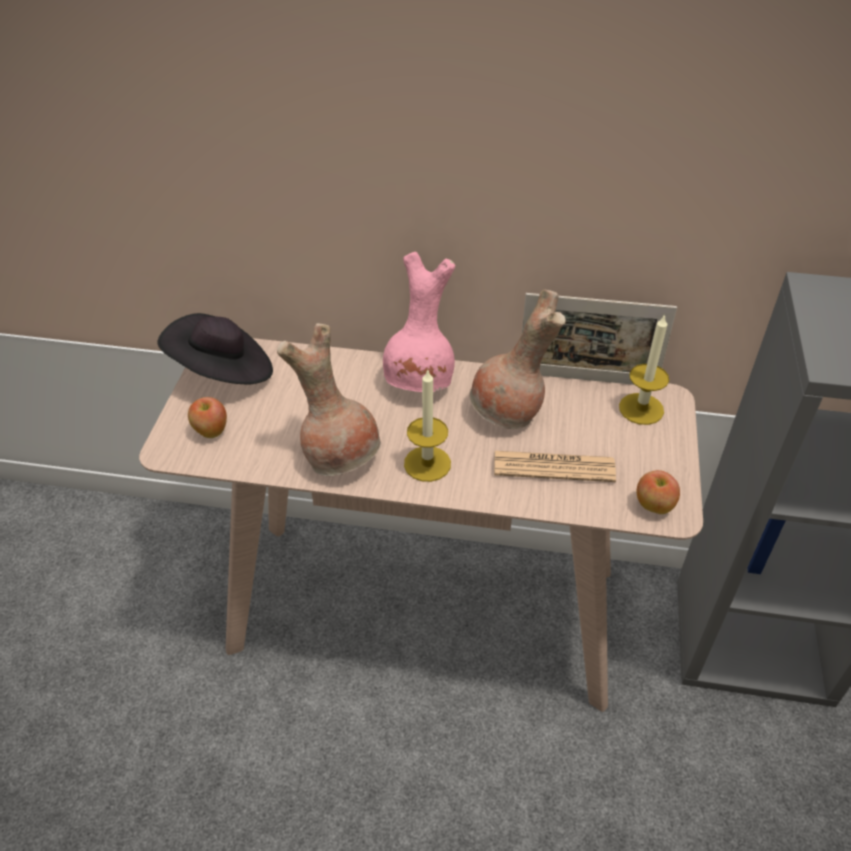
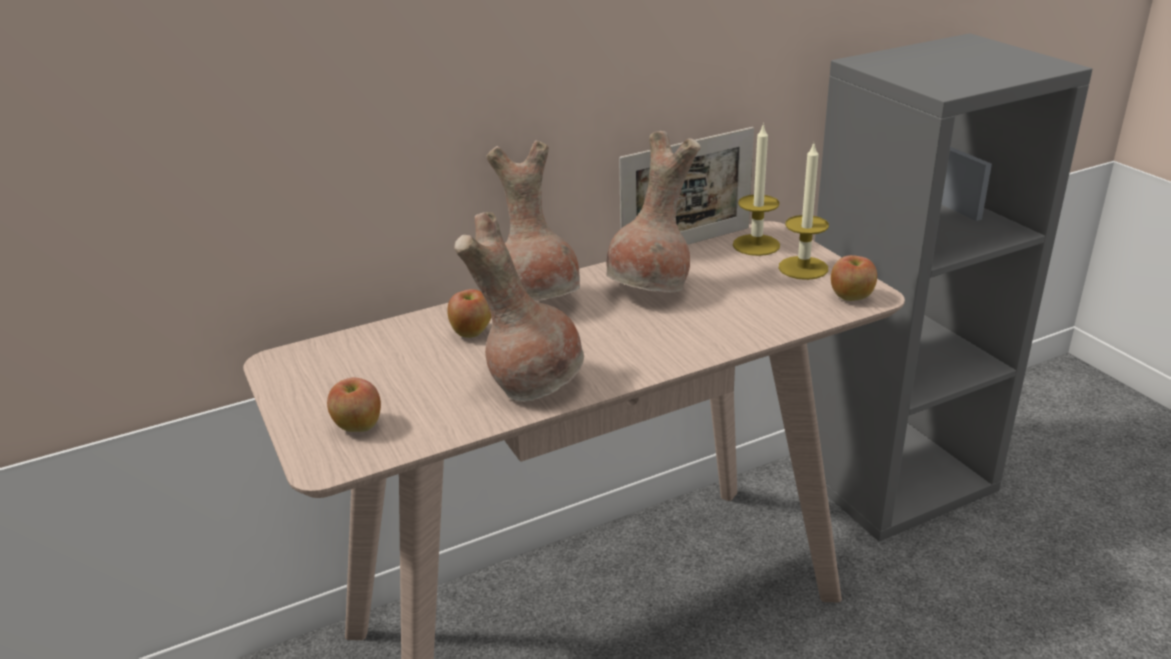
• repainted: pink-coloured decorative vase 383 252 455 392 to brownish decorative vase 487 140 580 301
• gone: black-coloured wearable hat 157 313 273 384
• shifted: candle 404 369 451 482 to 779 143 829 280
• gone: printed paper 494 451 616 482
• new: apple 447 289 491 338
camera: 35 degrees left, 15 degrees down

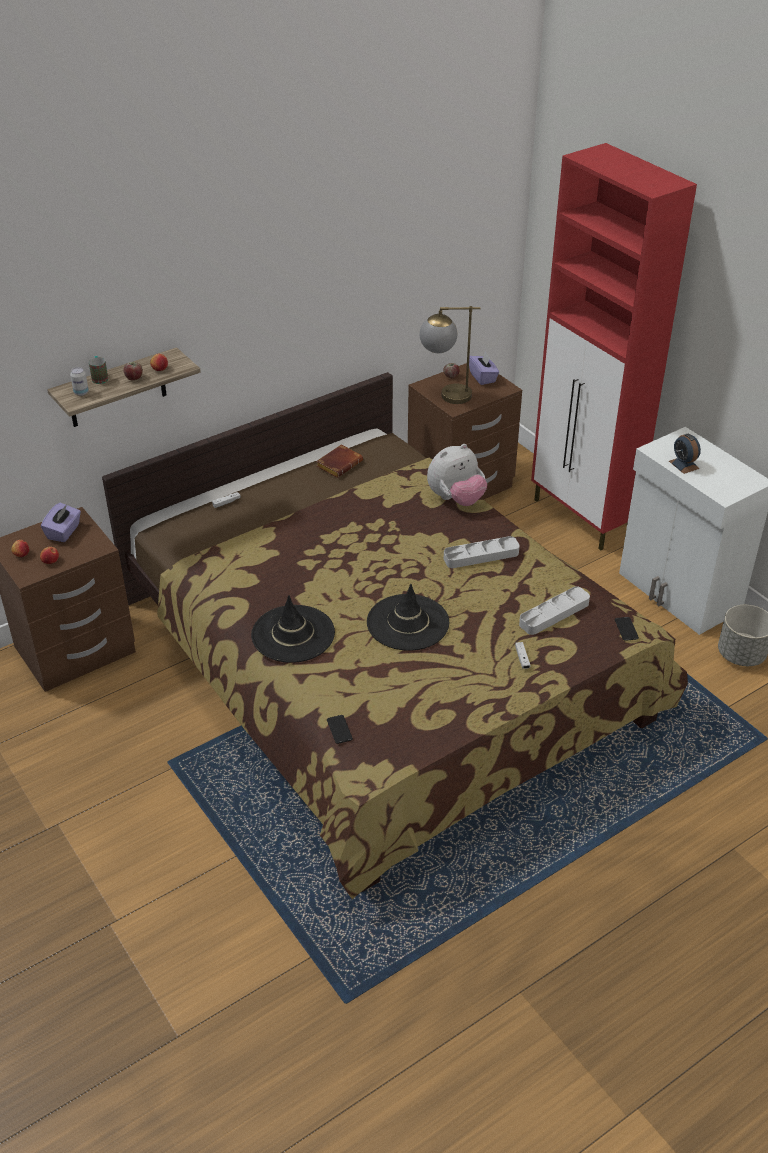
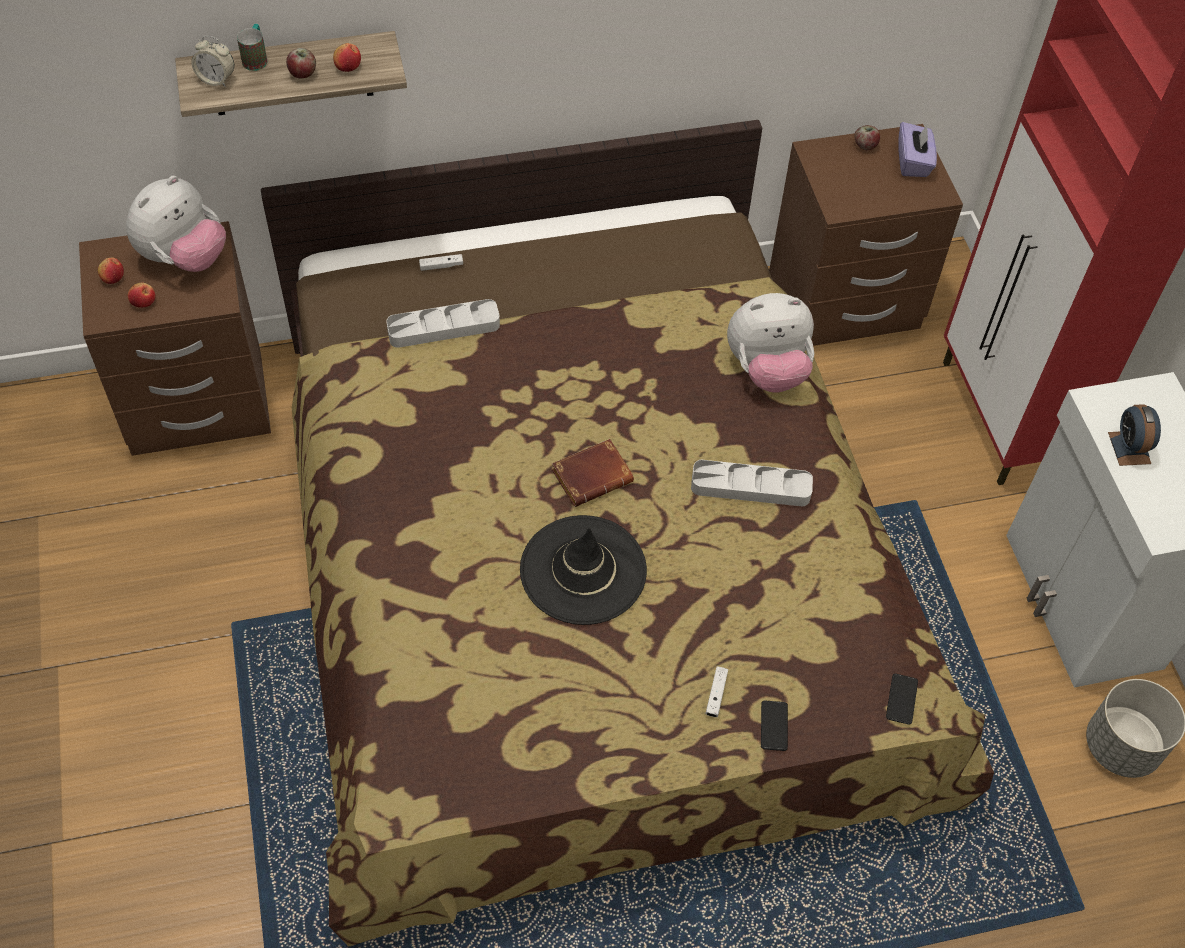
• gone: table lamp 420 306 480 404
• swapped: can 70 367 89 396 to alarm clock 191 36 234 87
• shifted: brownish book 316 444 363 478 to 551 439 634 507
• swapped: purple tissue box 41 503 81 542 to cuddly toy 126 175 226 272
• shifted: grey serving tray 519 586 590 635 to 386 299 500 348
• gone: black-coloured wearable hat 251 595 335 663
• shifted: telephone 327 715 353 744 to 761 700 788 751
camera: 20 degrees right, 15 degrees up

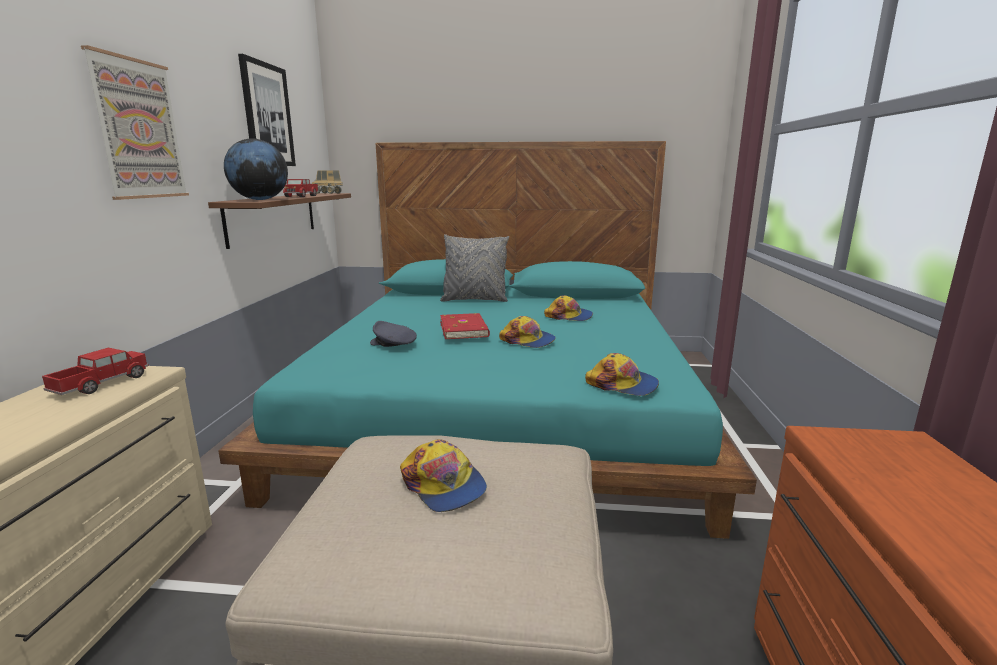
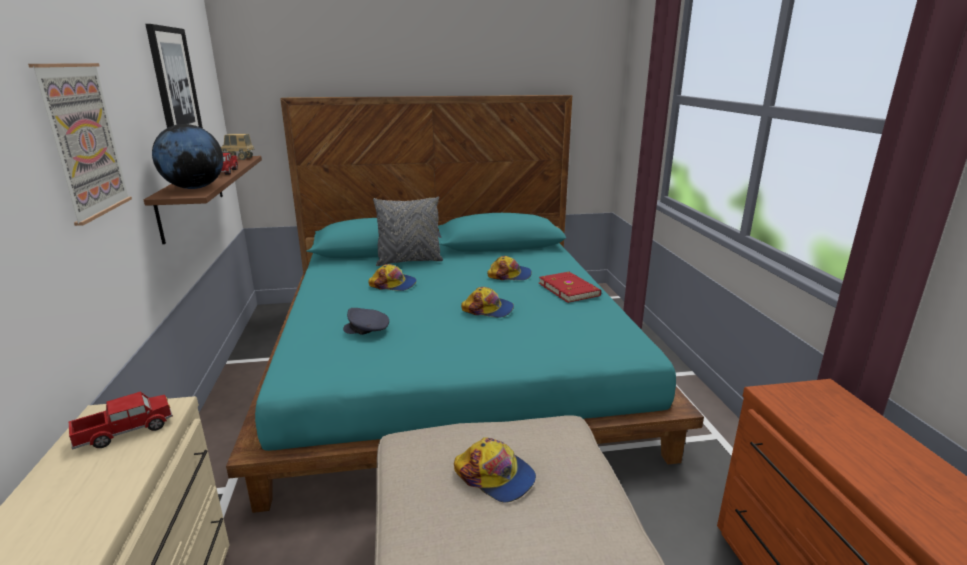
• shifted: red-coloured book 440 313 490 339 to 539 272 601 303
• rotated: model truck 42 348 149 395 = 69 391 173 450 45 degrees clockwise
• shifted: baseball cap 585 353 659 396 to 368 264 417 291
camera: 15 degrees left, 5 degrees up

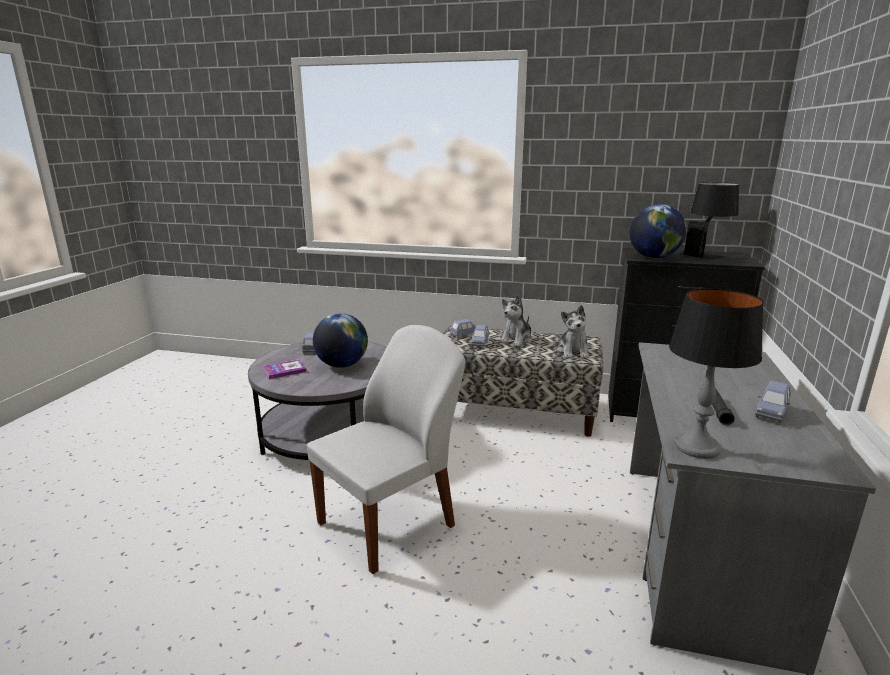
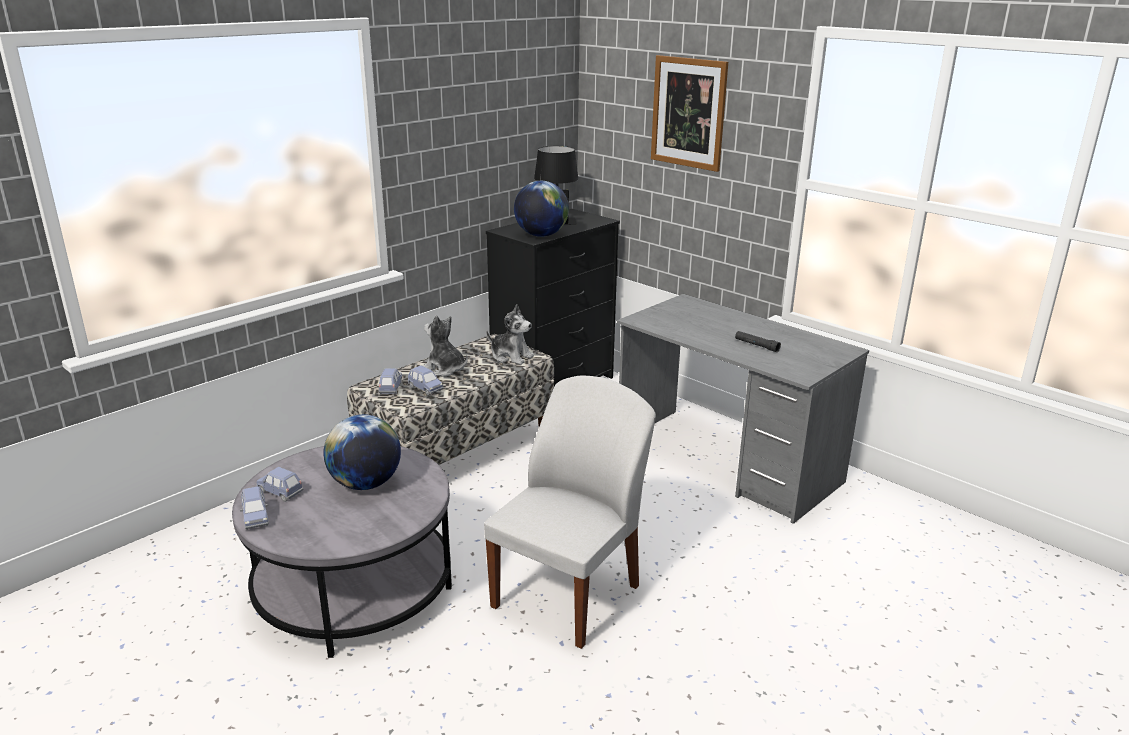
• gone: table lamp 669 289 764 459
• rotated: cuddly toy 499 296 532 347 = 423 315 468 377 150 degrees clockwise
• rotated: whitish plain chair 307 325 465 574 = 484 376 656 649 45 degrees clockwise
• gone: book 263 359 306 379
• shifted: blue toy car 755 381 791 423 to 240 486 269 530
• new: wall picture 651 55 728 172
camera: 60 degrees left, 5 degrees up

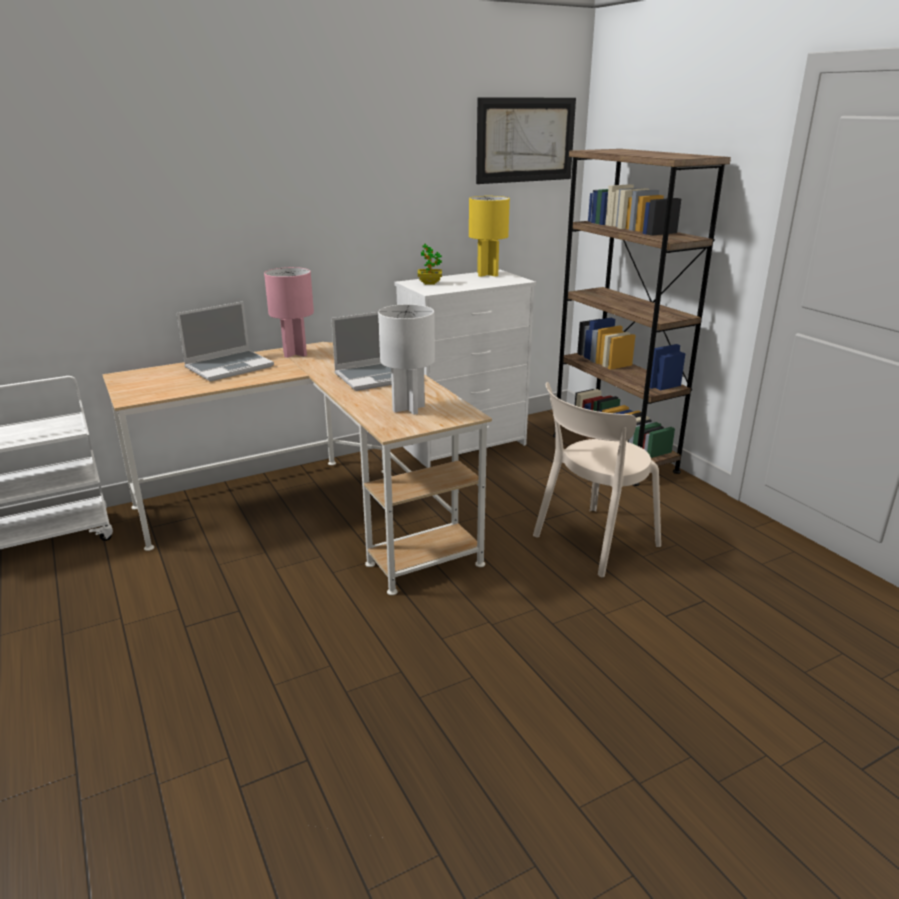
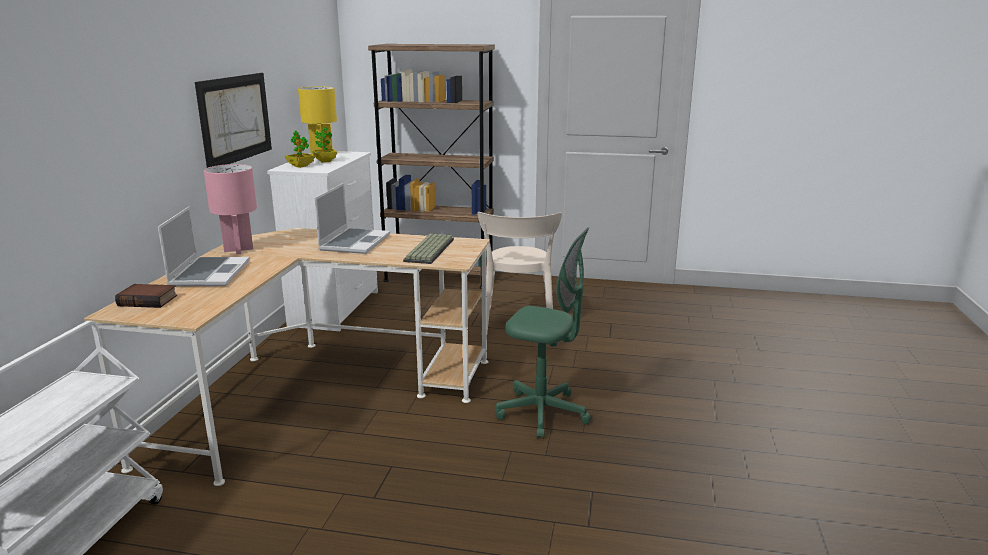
• shifted: wall picture 476 97 576 184 to 195 73 272 168
• swapped: whitish table lamp 378 304 435 415 to PC keyboard 403 234 454 264
• new: plant in a pot 312 127 337 163
• new: green-coloured desk chair 496 228 591 439
• new: book 115 284 177 308
camera: 50 degrees left, 5 degrees down

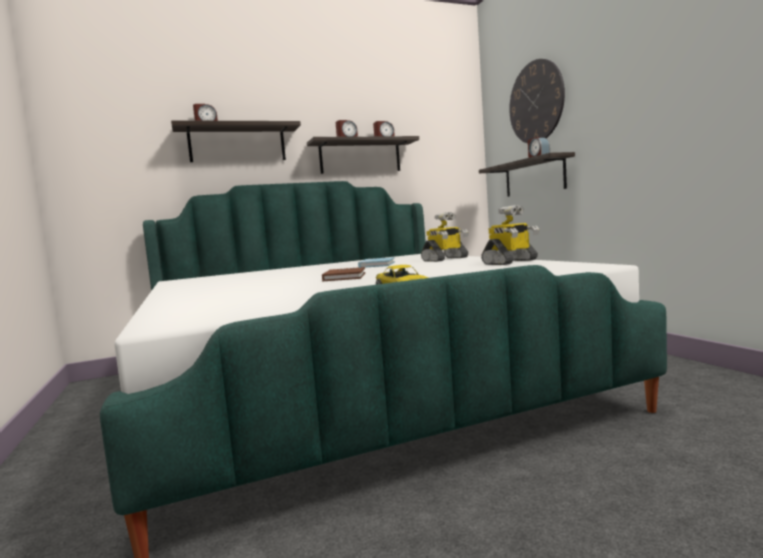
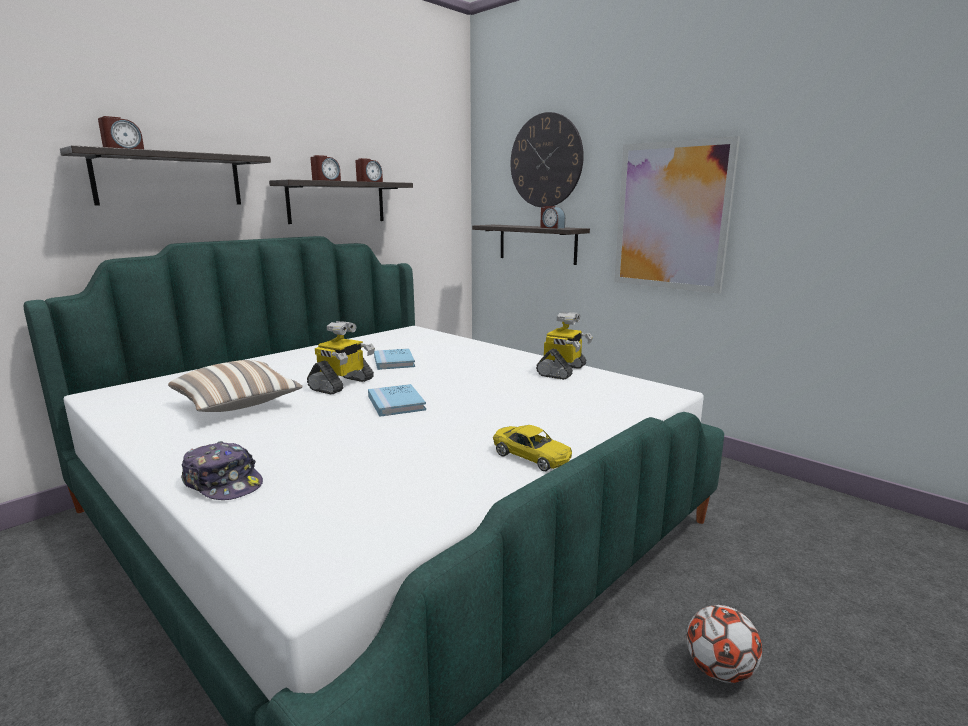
• shifted: model robot 421 212 469 262 to 307 321 375 394
• repainted: brownish book 322 267 365 282 to blue book 368 384 426 417
• new: wall picture 614 136 740 294
• new: throw pillow 168 360 303 412
• new: baseball cap 181 441 263 500
• new: football ball 686 605 762 683
camera: 25 degrees left, 10 degrees up

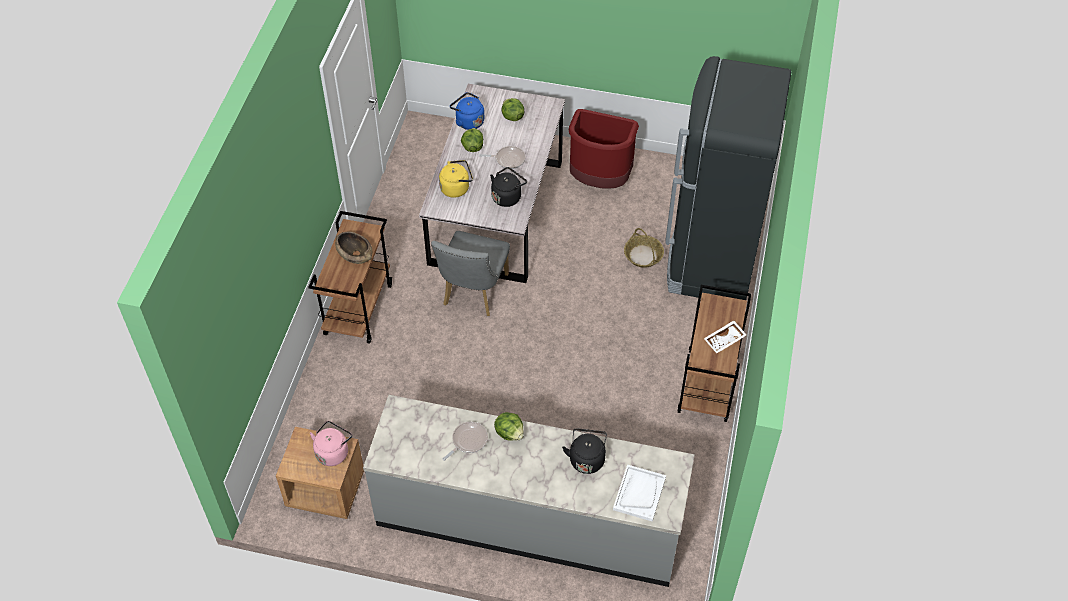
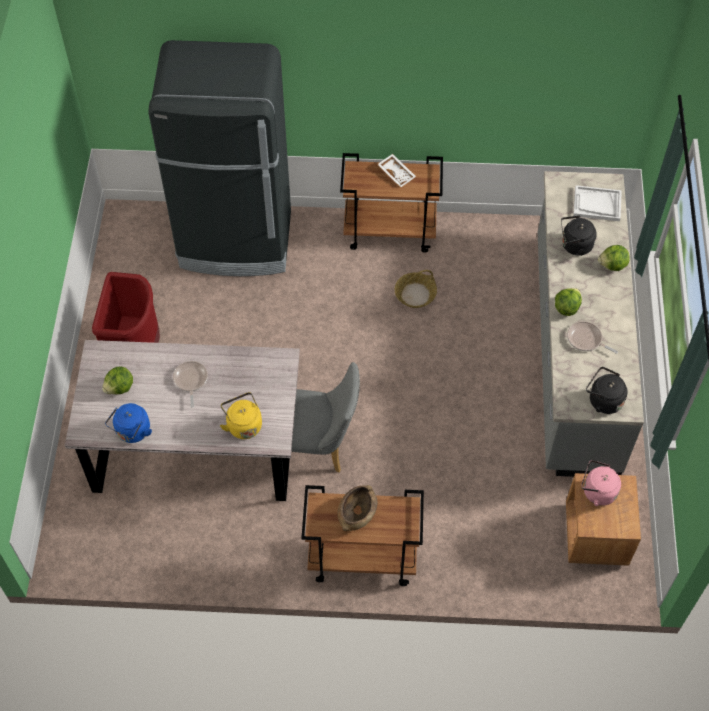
• shifted: lettuce 461 128 483 152 to 598 245 630 271
• shifted: black-coloured kettle 490 167 527 207 to 586 367 628 414
• shifted: basket 624 228 664 268 to 395 270 437 308
camera: 100 degrees left, 5 degrees up

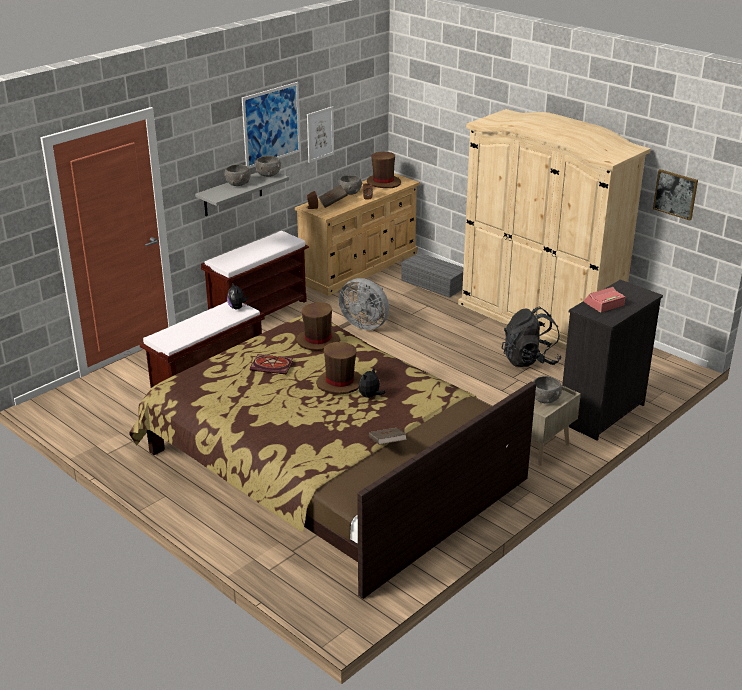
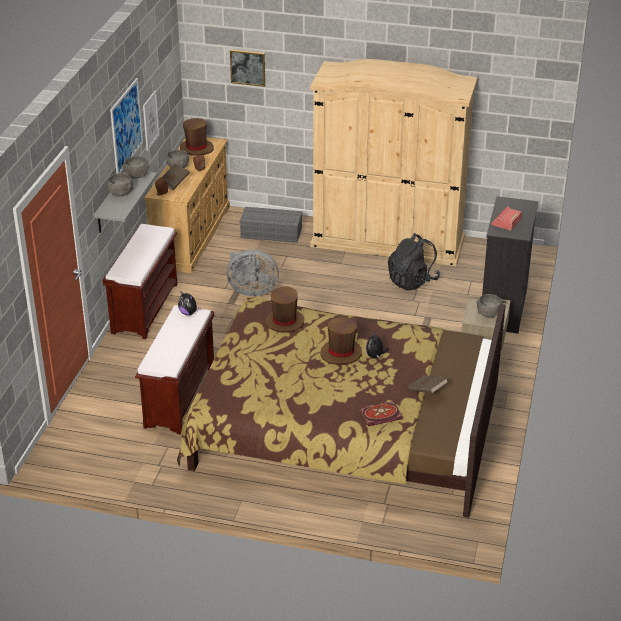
• shifted: wall picture 653 169 698 220 to 230 50 265 87
• shifted: book 250 354 293 374 to 360 401 403 426
camera: 30 degrees left, 5 degrees up

